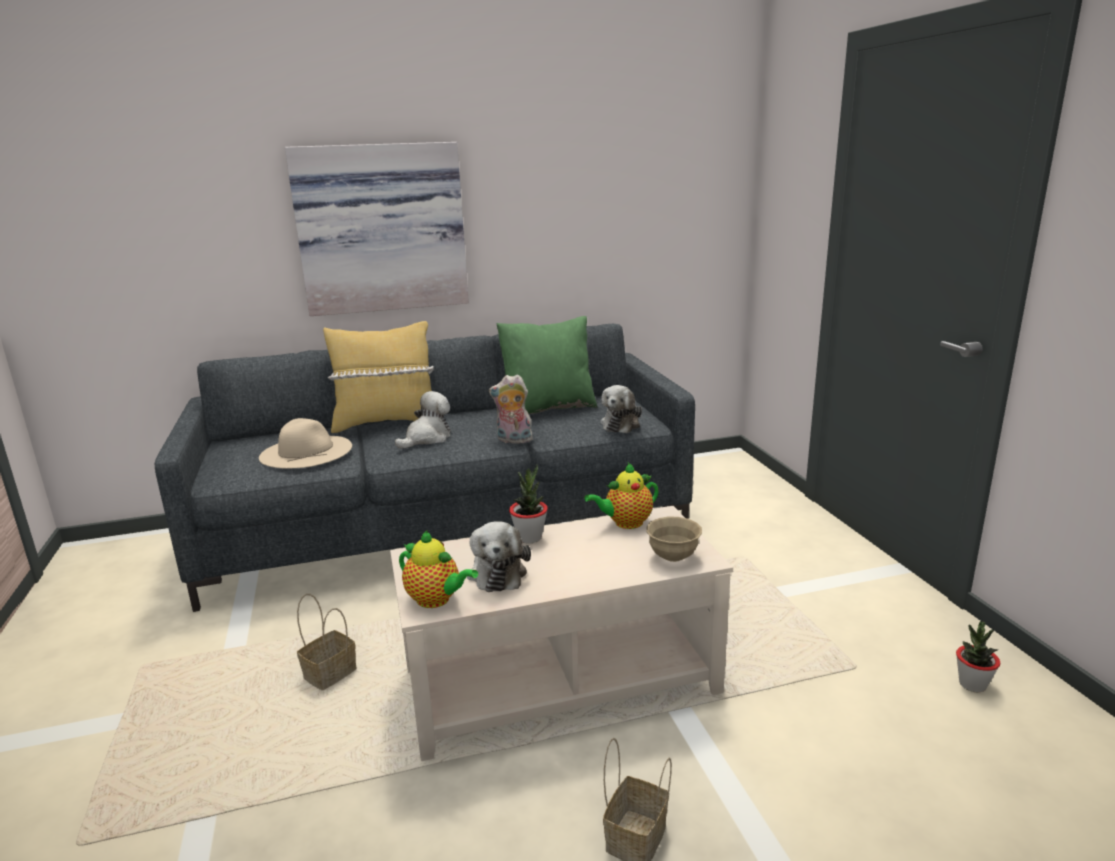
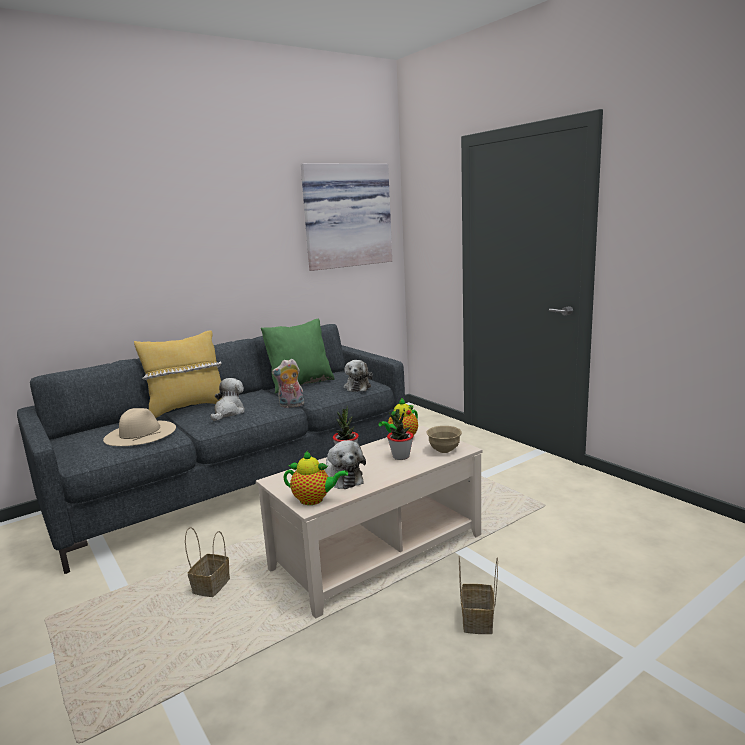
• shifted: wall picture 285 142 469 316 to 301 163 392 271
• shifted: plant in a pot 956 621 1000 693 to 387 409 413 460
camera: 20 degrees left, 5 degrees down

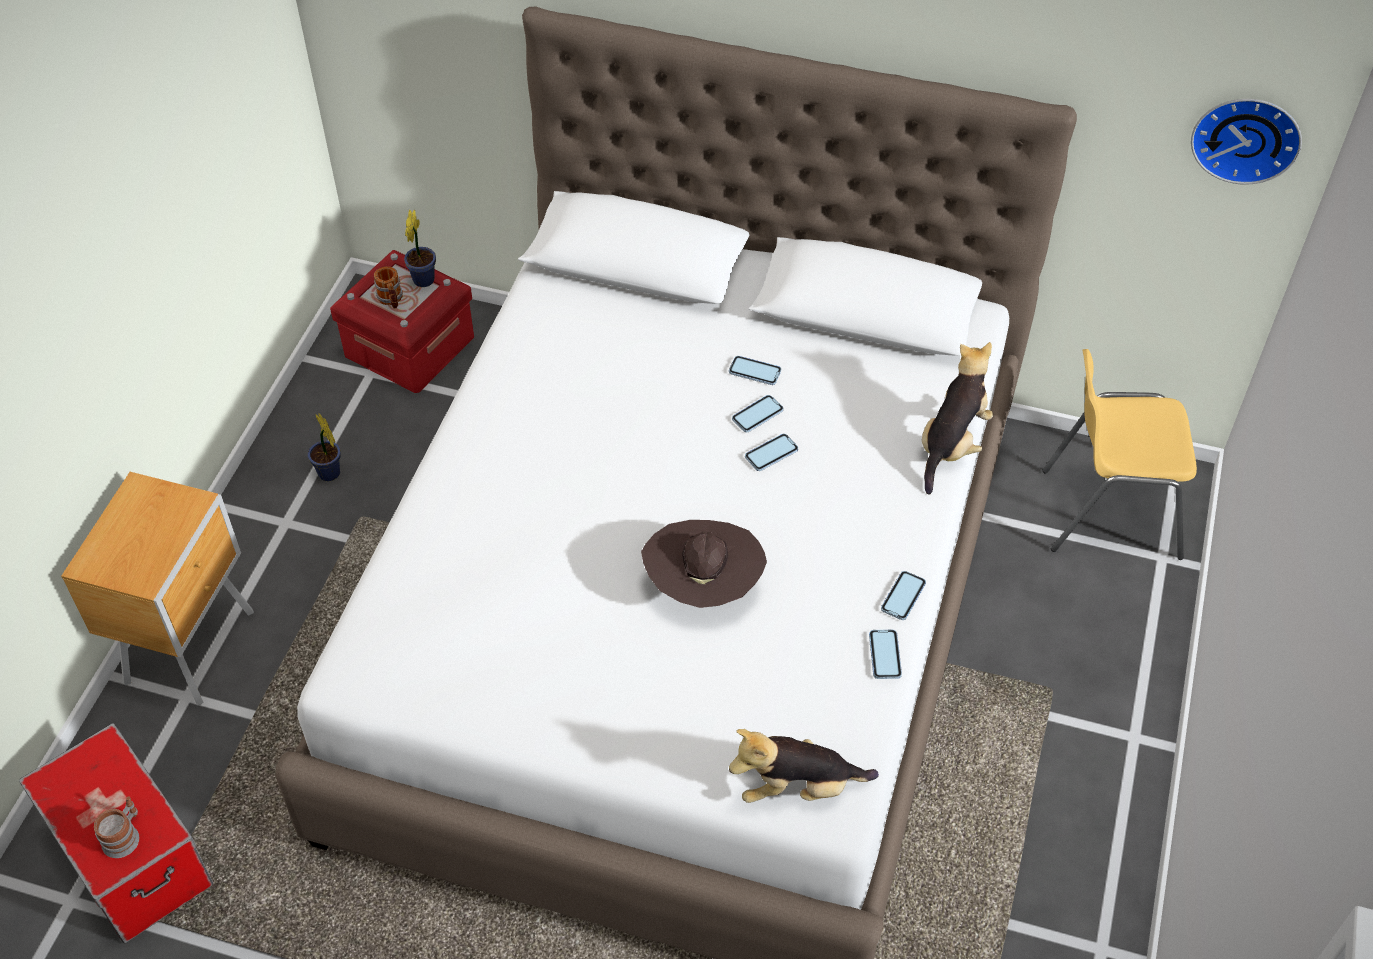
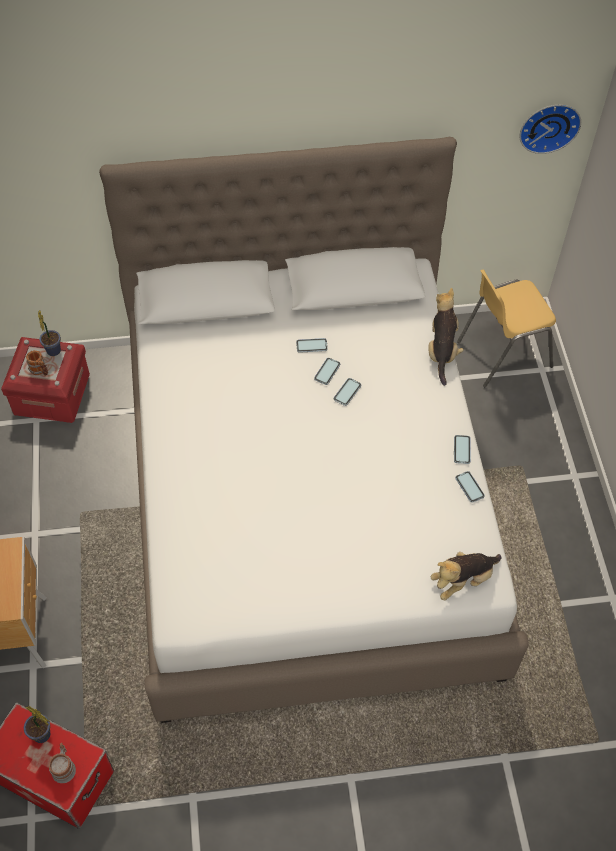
• shifted: plant in a pot 308 413 341 481 to 24 706 51 743
• gone: brownish wearable hat 641 520 767 608
camera: 25 degrees left, 5 degrees up

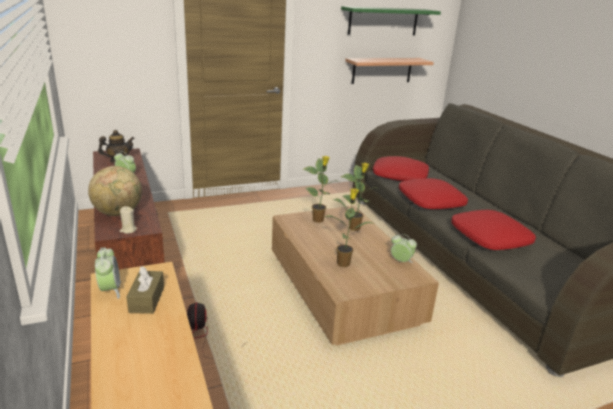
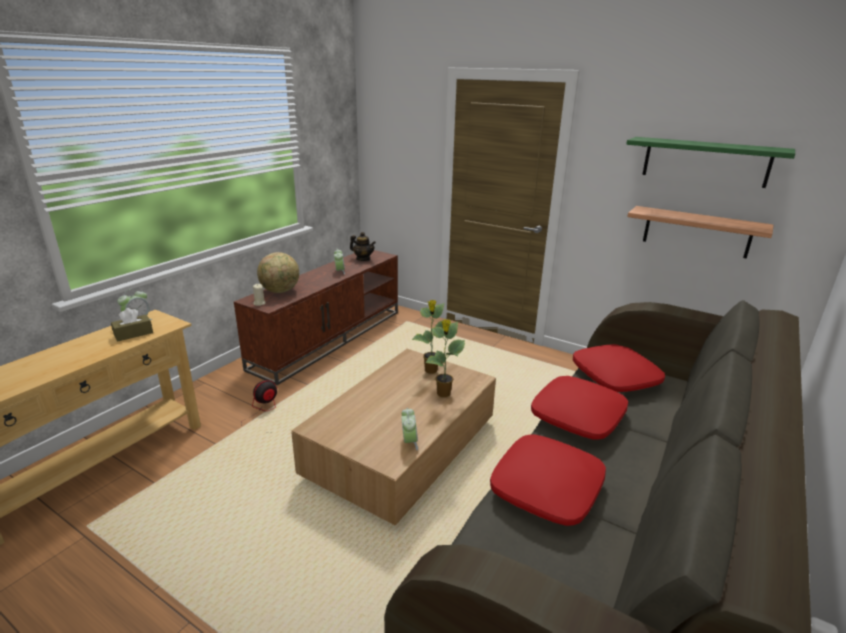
• gone: plant in a pot 325 188 375 267
camera: 55 degrees right, 0 degrees up

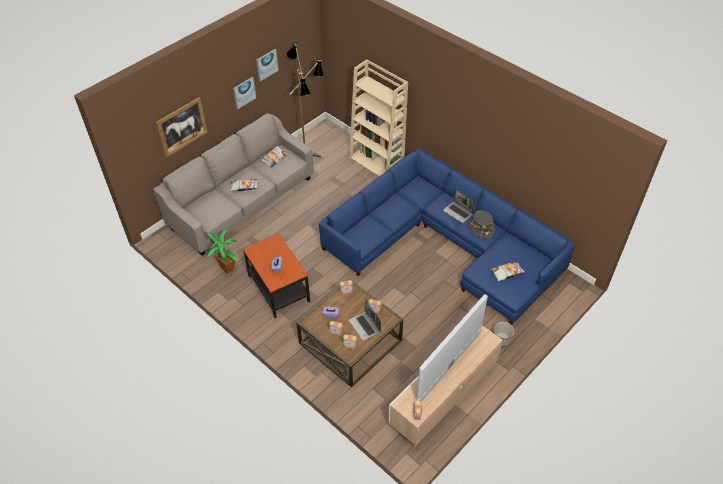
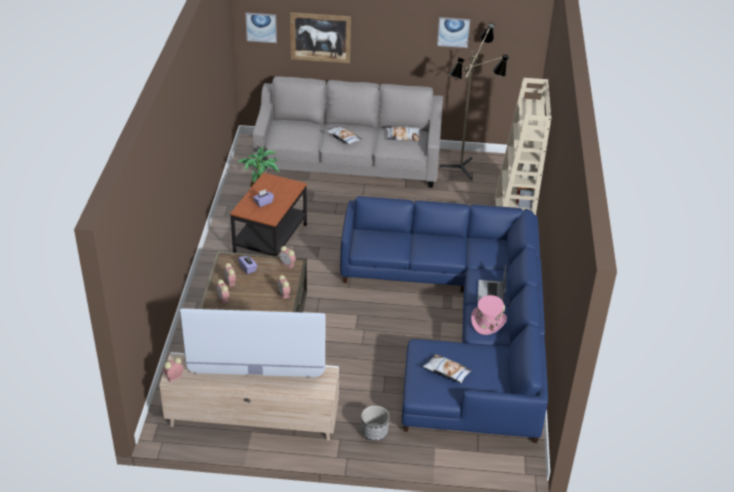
• shifted: wall picture 233 77 257 109 to 245 13 277 43
• repainted: grey wearable hat 469 210 495 239 to pink-coloured wearable hat 471 295 507 335
• gone: notebook computer 349 300 381 341
camera: 50 degrees right, 10 degrees down

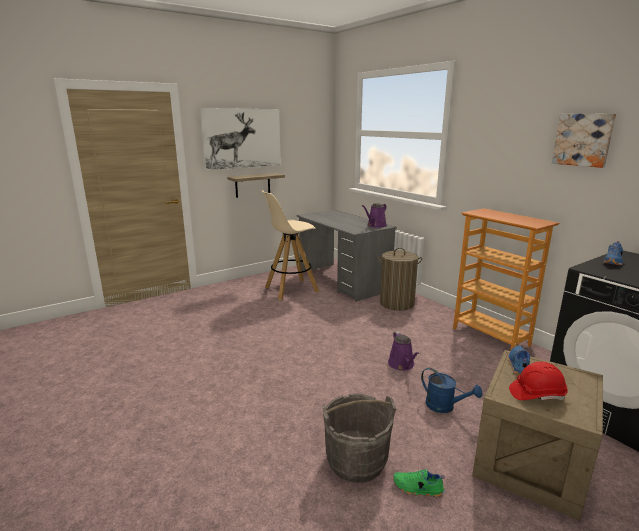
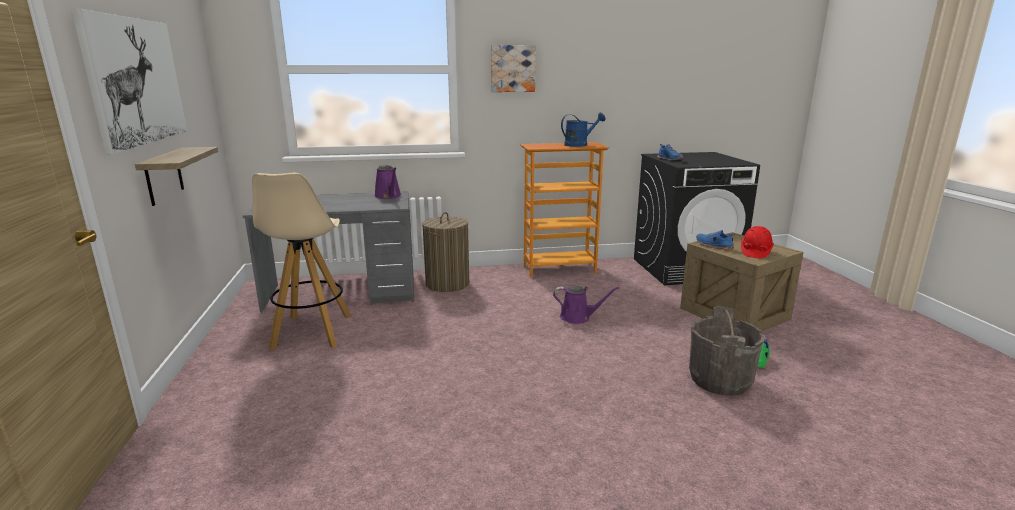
• shifted: wall picture 552 113 616 168 to 491 45 536 92
• shifted: blue sprinkling can 421 368 482 413 to 561 113 606 147
camera: 65 degrees left, 0 degrees up

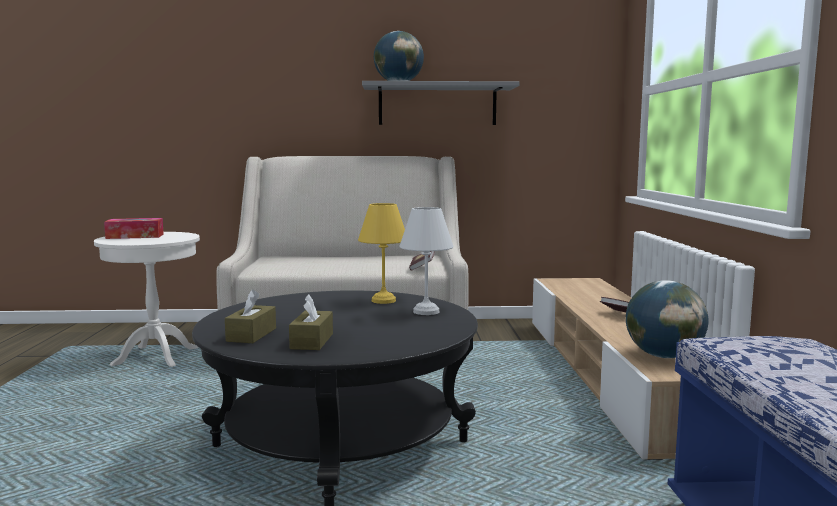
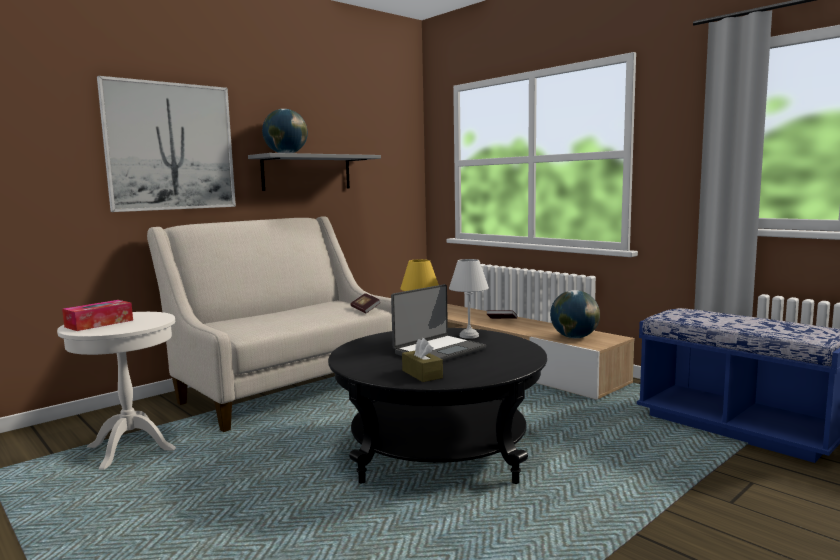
• gone: brownish tissue box 289 294 333 350
• new: wall picture 97 76 236 212
• new: notebook computer 391 284 486 362
camera: 40 degrees left, 0 degrees up

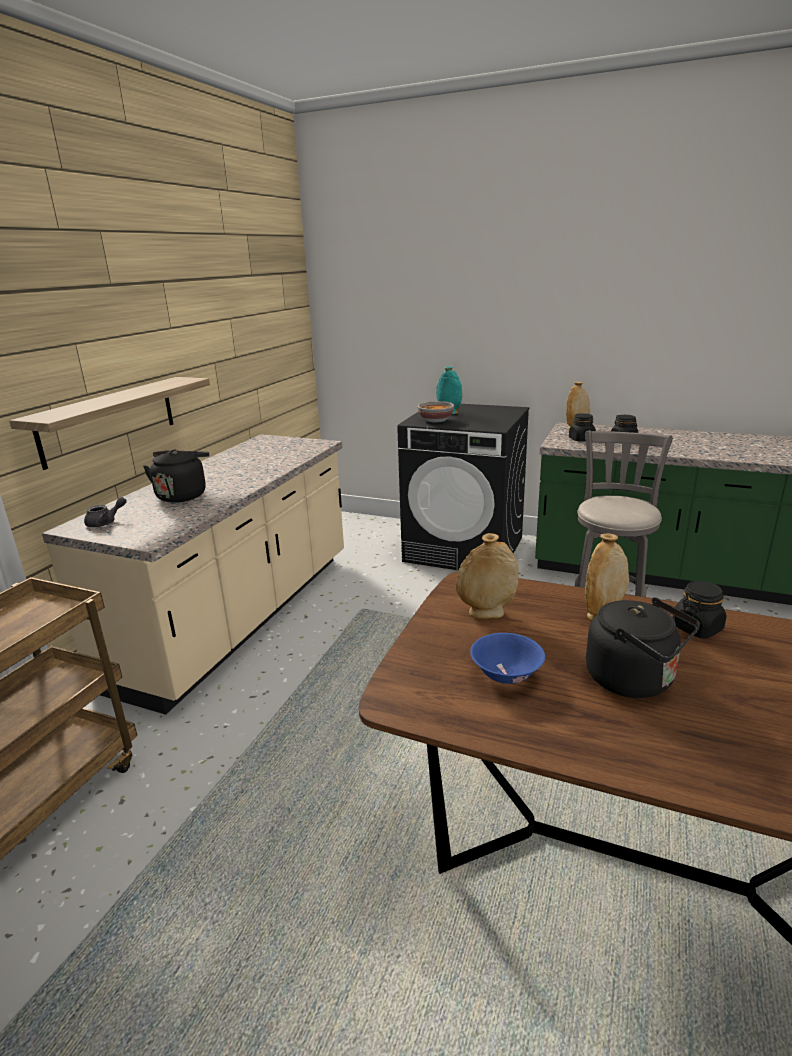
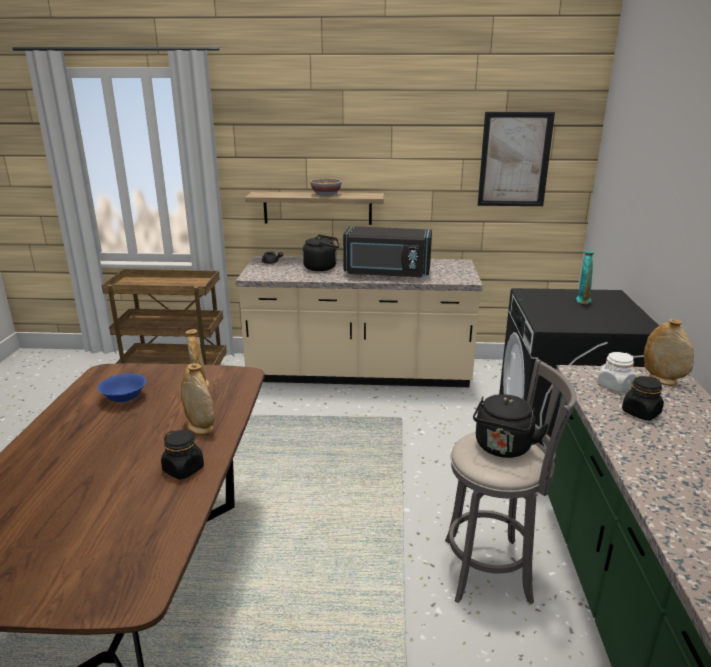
• shifted: serving bowl 418 401 454 423 to 310 178 342 196
• repainted: black-coloured preserve jar 569 413 596 442 to whitish preserve jar 598 352 636 392
• shifted: black-coloured kettle 586 597 700 698 to 473 394 549 458
• new: wall picture 478 112 555 206
• new: black-coloured microwave 343 226 432 278
camera: 70 degrees right, 0 degrees up

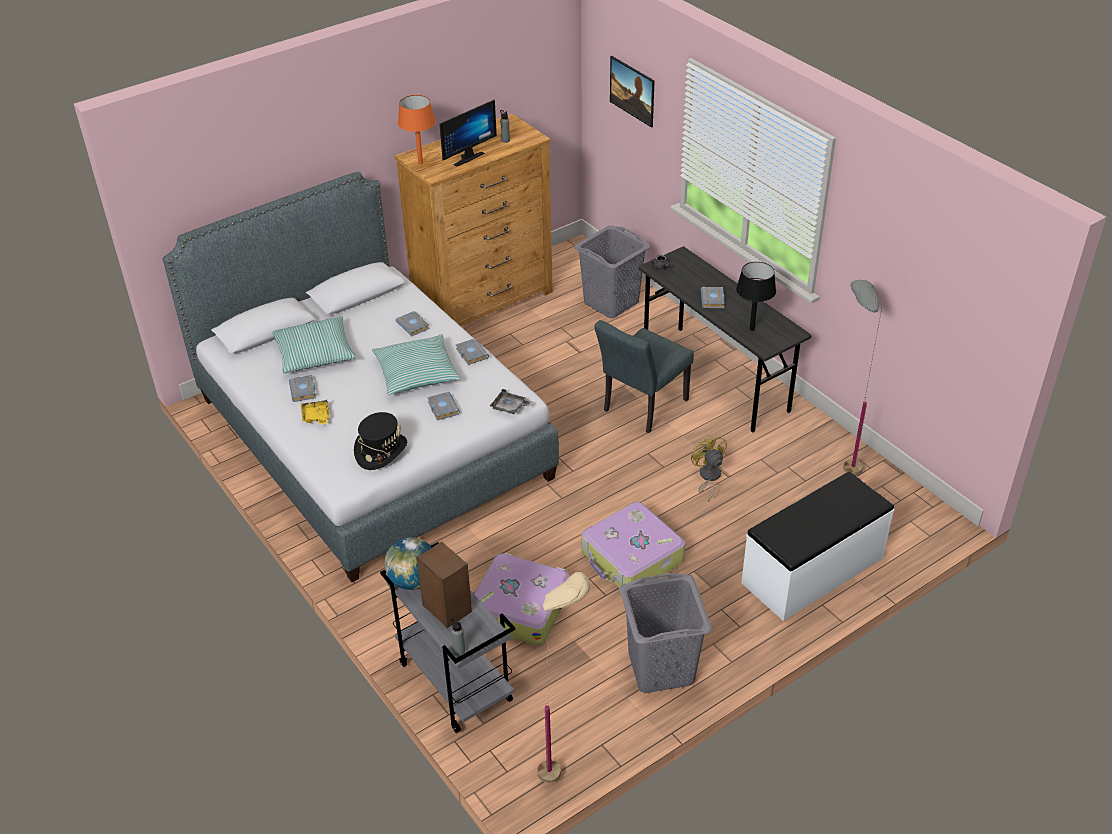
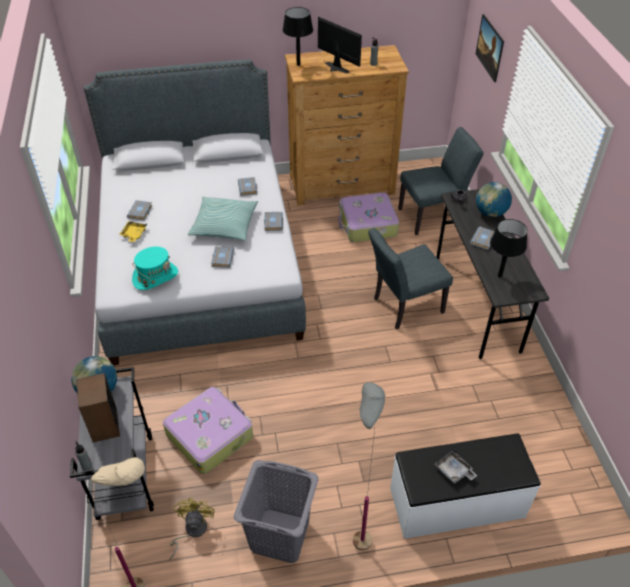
• repainted: orangey table lamp 398 95 436 165 to black-coloured table lamp 283 7 313 66
• rotated: computer display 439 99 497 167 = 318 17 362 74 120 degrees counterclockwise
• swapped: grey washing basket 574 225 650 318 to grey plain chair 398 127 484 235
• shifted: grey floor lamp 843 280 882 475 to 353 382 385 551
• gone: throw pillow 272 316 357 373
• shifted: grey serving tray 490 389 532 414 to 434 449 477 484
• repainted: black-coloured wearable hat 354 412 407 470 to turquoise wearable hat 132 247 178 290
• shifted: yellow fan 691 435 727 501 to 169 498 215 560
• shifted: travel case 582 502 685 589 to 338 193 399 242
• new: world globe 476 182 512 217
camera: 25 degrees right, 5 degrees up

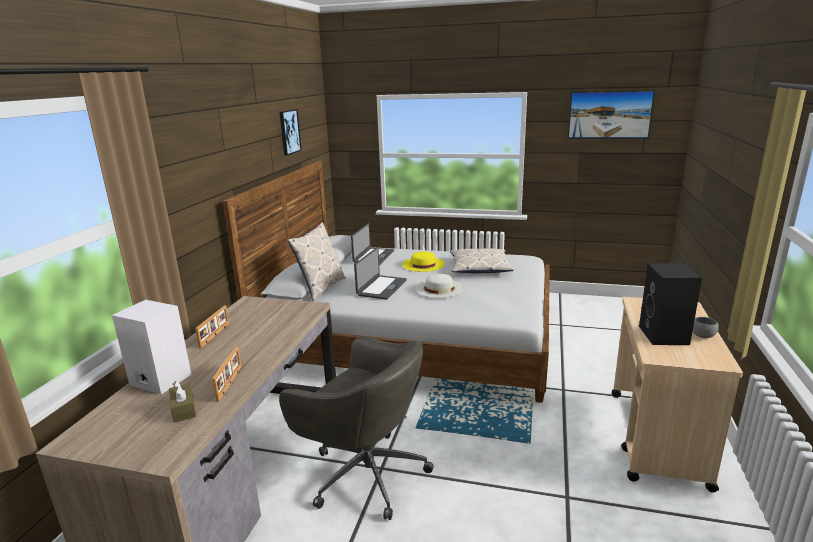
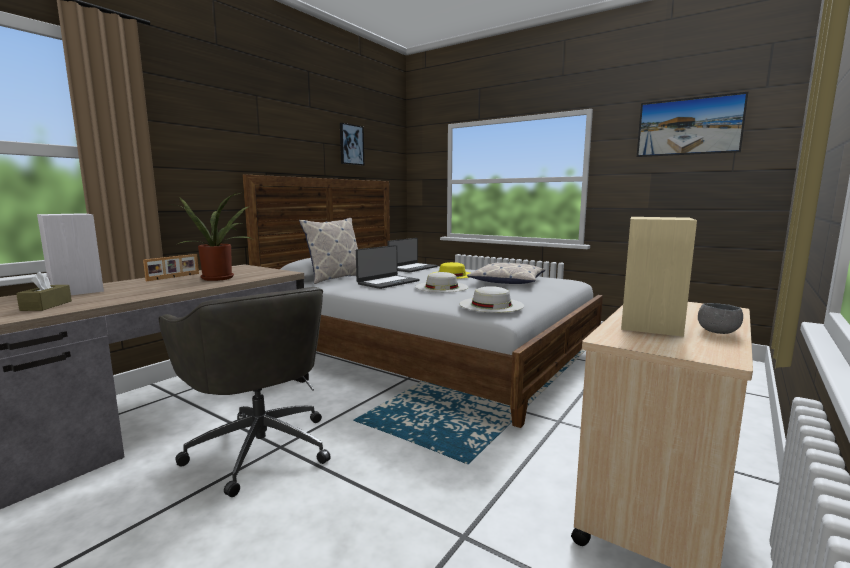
• repainted: black-coloured audio speaker 639 263 702 345 to beige-coloured audio speaker 621 217 697 337
• gone: standing frame 212 346 242 402
• new: plant in a pot 170 192 252 281
• new: whitish wearable hat 460 286 524 312
camera: 20 degrees right, 10 degrees down

